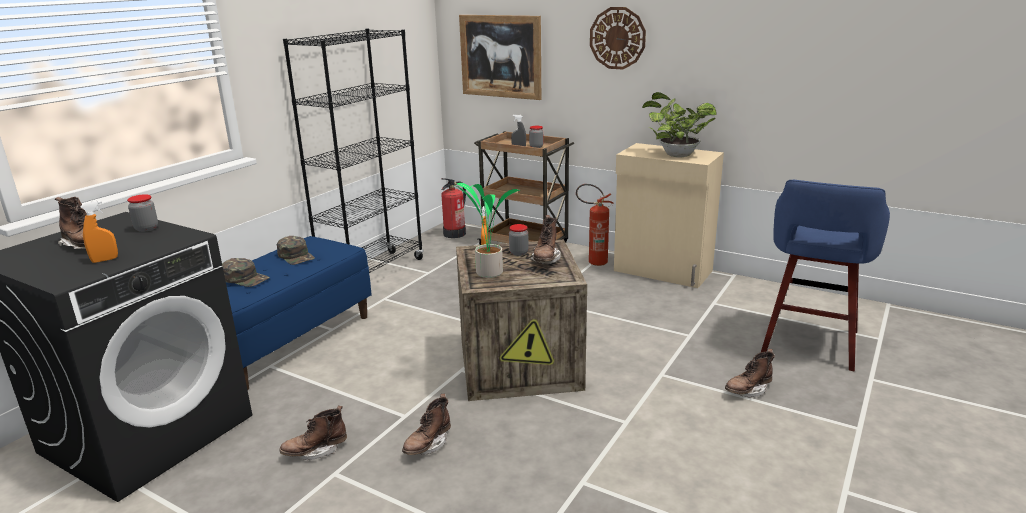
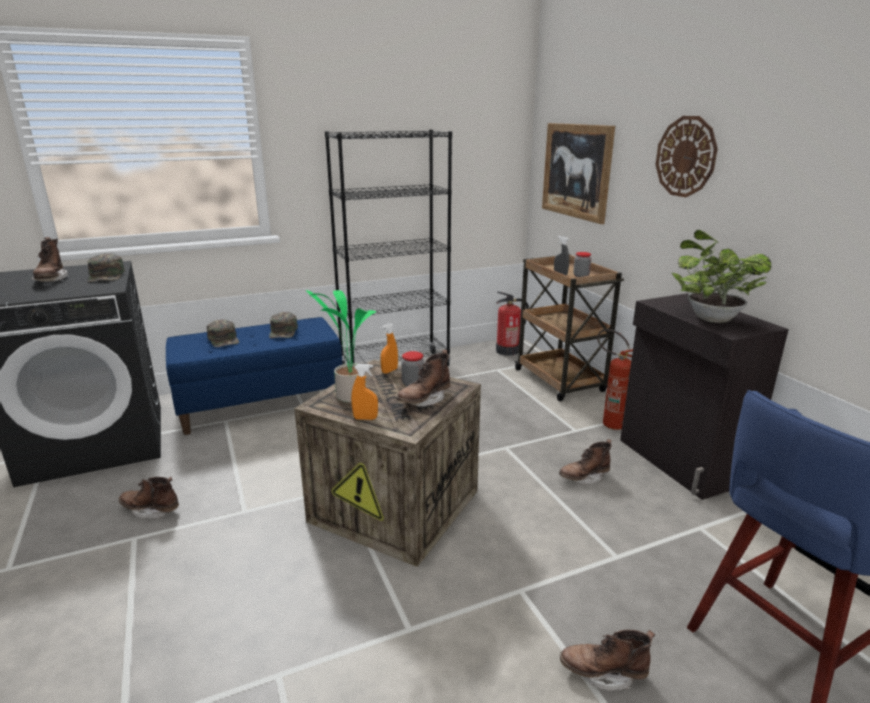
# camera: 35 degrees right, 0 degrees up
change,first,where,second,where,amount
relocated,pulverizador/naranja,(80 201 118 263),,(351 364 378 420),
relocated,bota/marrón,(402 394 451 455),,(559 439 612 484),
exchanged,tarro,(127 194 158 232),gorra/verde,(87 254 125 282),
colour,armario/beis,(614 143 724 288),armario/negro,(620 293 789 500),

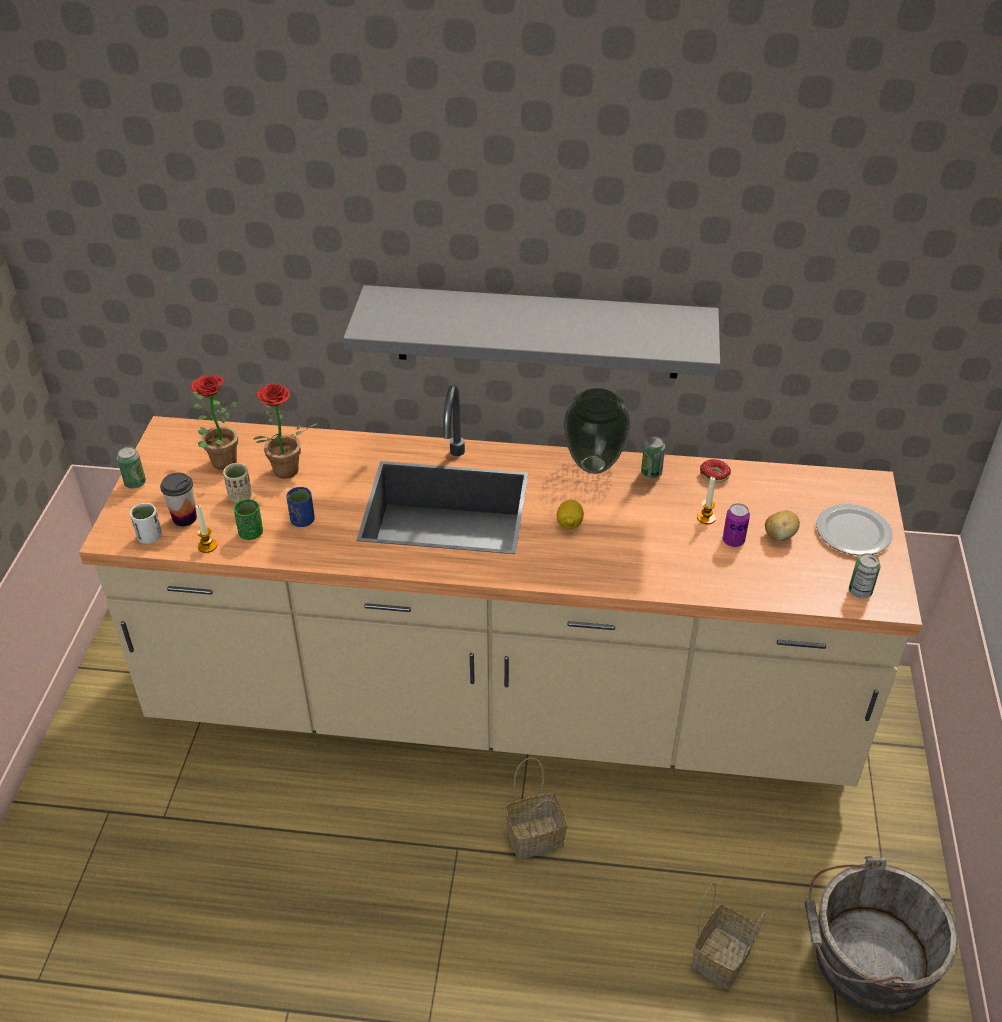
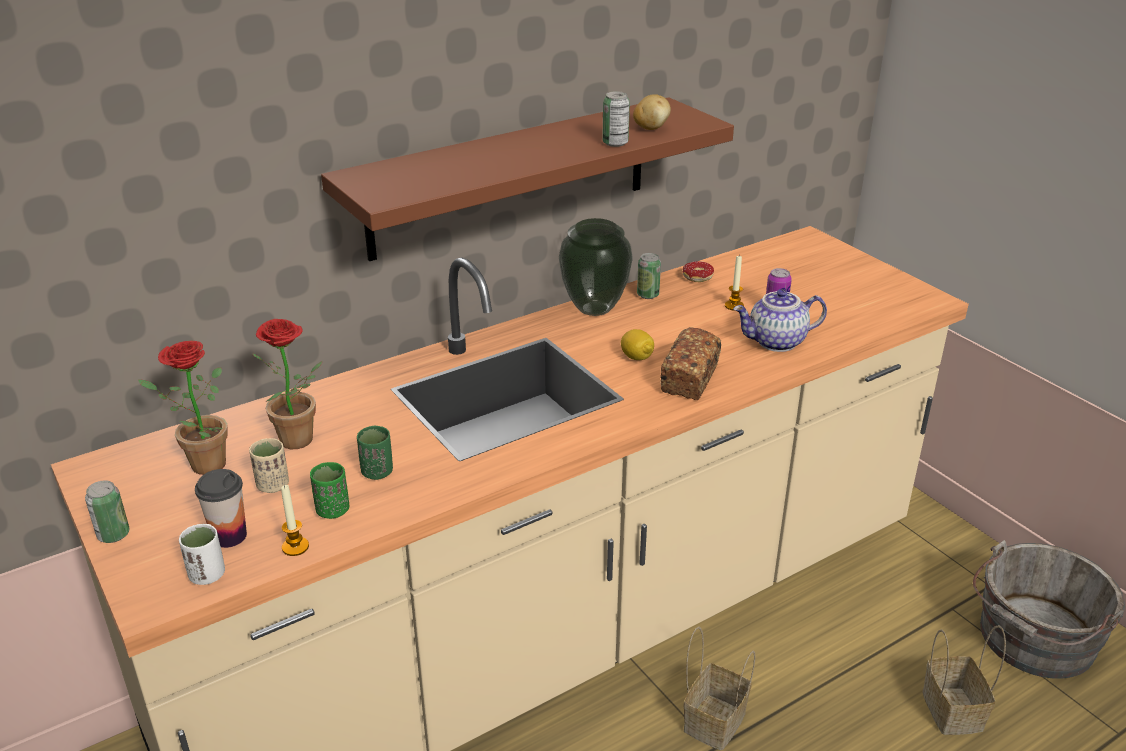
# camera: 40 degrees left, 10 degrees down
change,first,where,second,where,amount
missing,plato,(816 504 893 556),,,
appeared,,,pan,(660 327 721 400),
appeared,,,tetera,(733 289 827 352),
relocated,patata,(765 510 800 541),,(633 94 671 130),
relocated,lata,(849 553 880 598),,(602 91 630 147),
colour,taza/azul,(286 487 315 527),taza/verde,(357 425 393 480),
colour,estante/gris,(343 285 720 379),estante/marrón,(321 97 734 261),

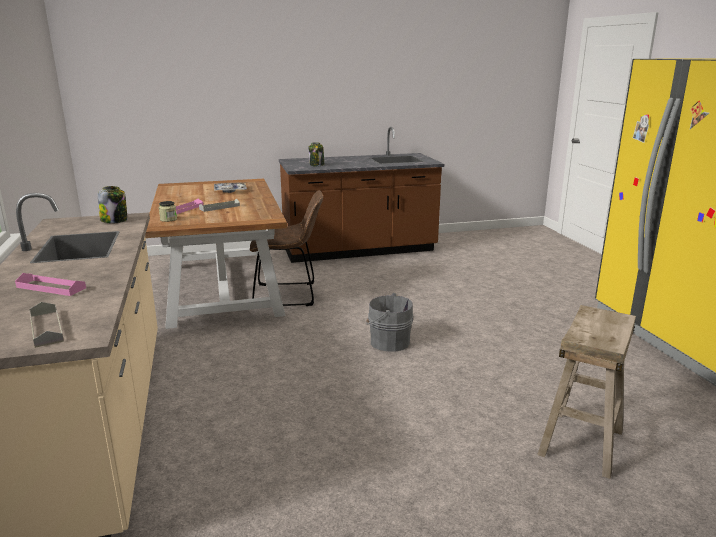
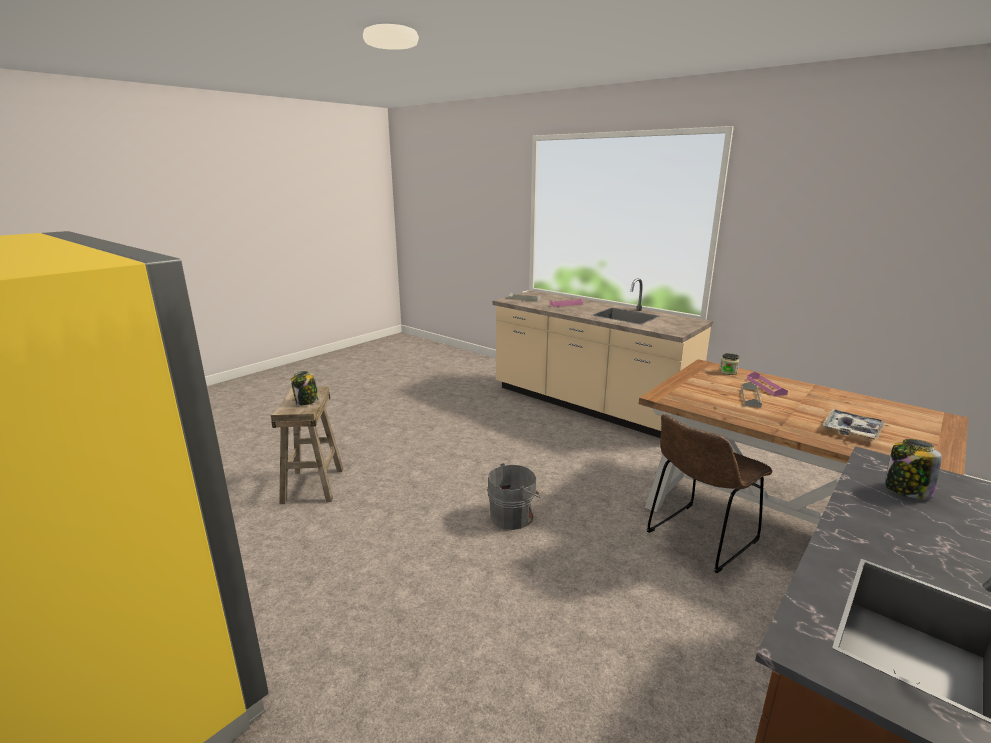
# camera: 145 degrees right, 0 degrees up
change,first,where,second,where,amount
relocated,tarro,(98 186 128 223),,(291 371 320 406),

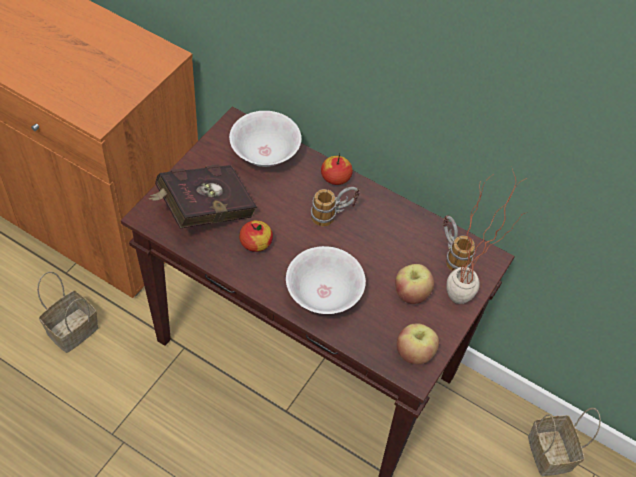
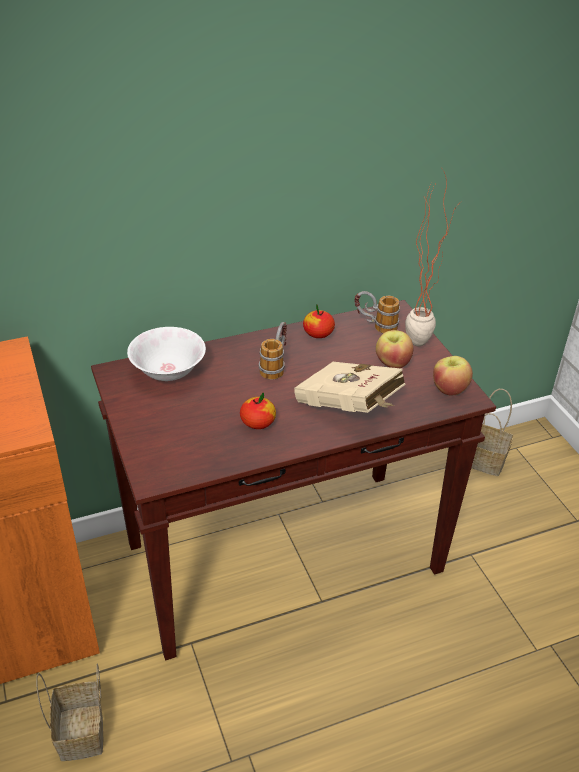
# camera: 50 degrees left, 15 degrees down
change,first,where,second,where,amount
missing,libro/rojo,(149 165 257 229),,,
relocated,manzana,(321 154 353 185),,(303 304 335 338),
exchanged,cuenco/blanco,(286 246 366 314),libro/beis,(294 362 406 413),

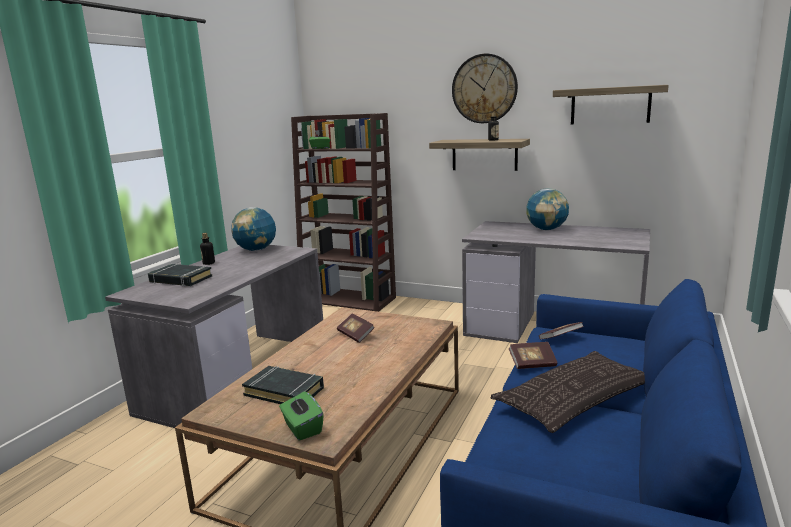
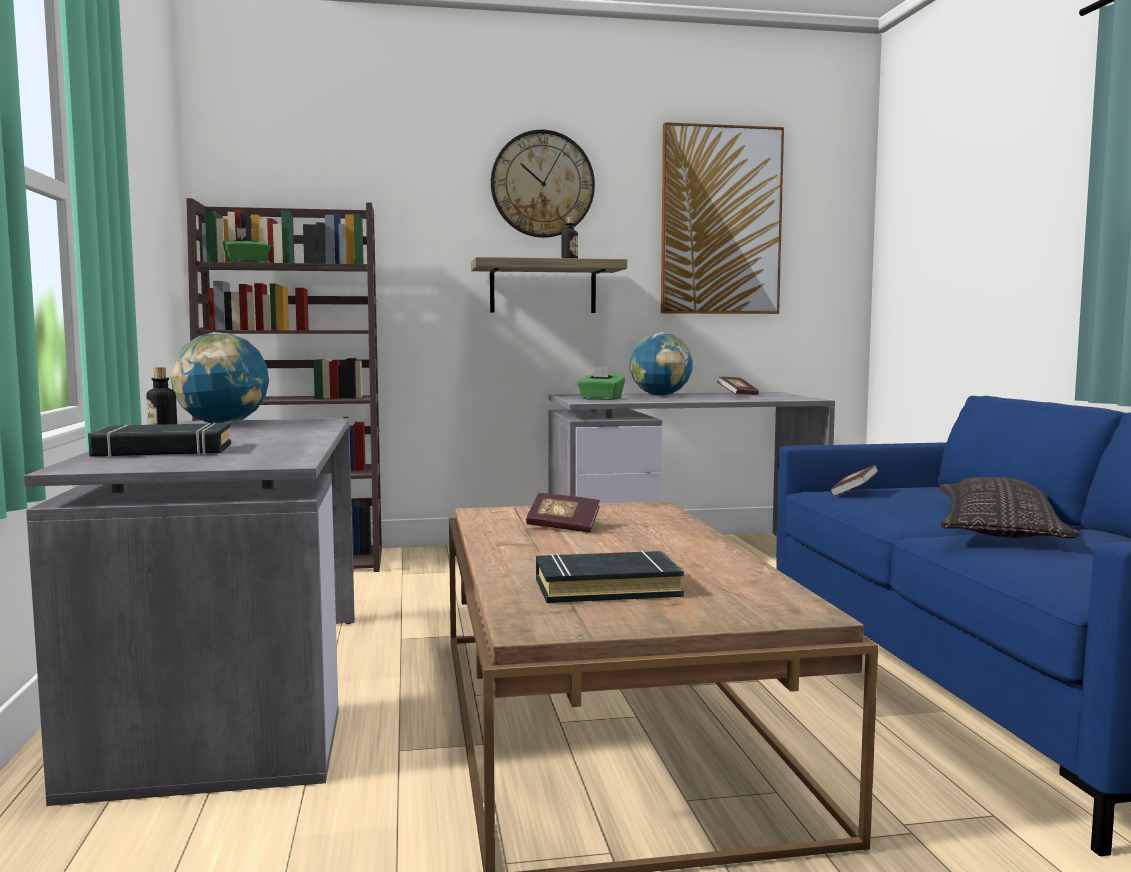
# camera: 35 degrees left, 10 degrees down
change,first,where,second,where,amount
relocated,caja de pañuelos/verde,(279 392 324 440),,(577 366 625 400),
relocated,libro,(509 342 558 369),,(717 377 759 395),
exchanged,estante,(553 85 669 124),cuadro,(661 122 784 314),

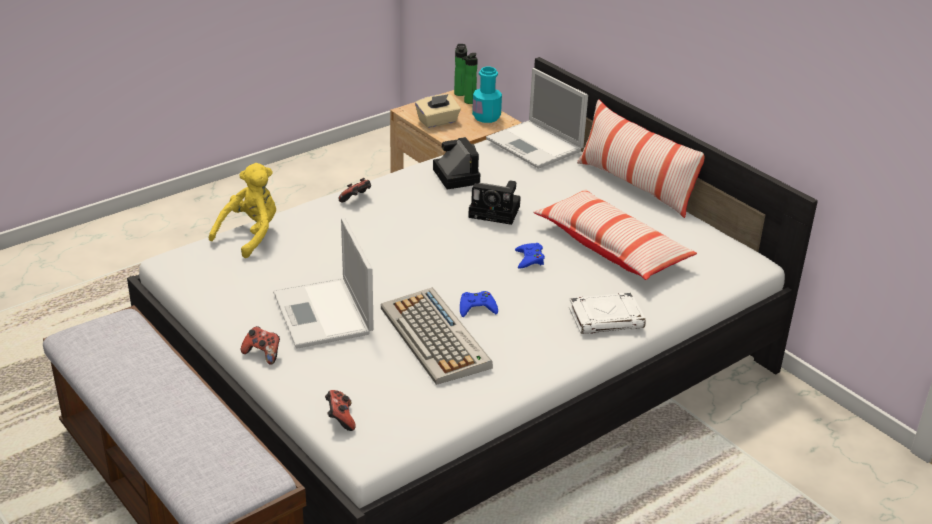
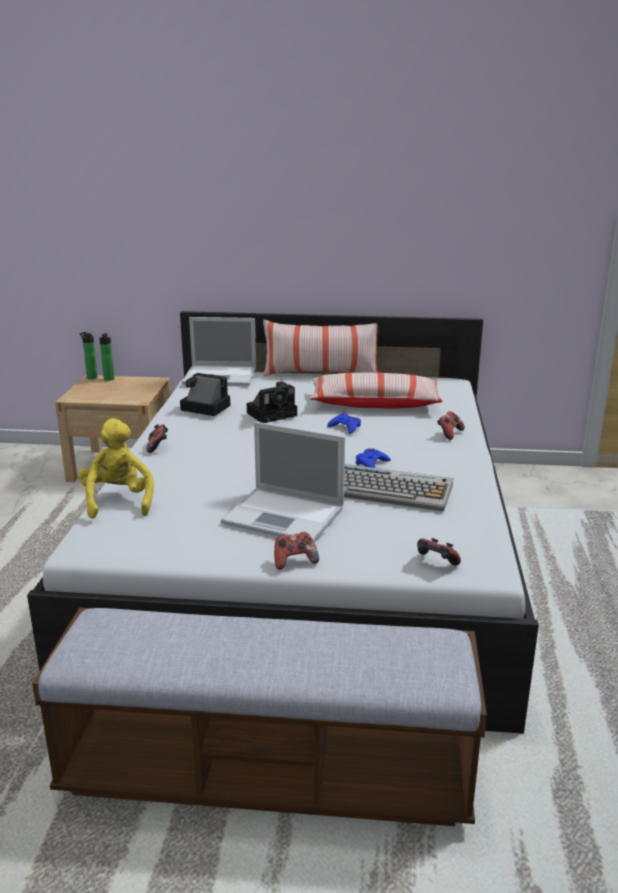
# camera: 45 degrees left, 10 degrees down
change,first,where,second,where,amount
missing,caja de pañuelos/beis,(415 94 461 128),,,
missing,botella/turquesa,(472 67 502 123),,,
exchanged,libro/blanco,(569 293 646 334),mando de consola,(437 411 465 440),

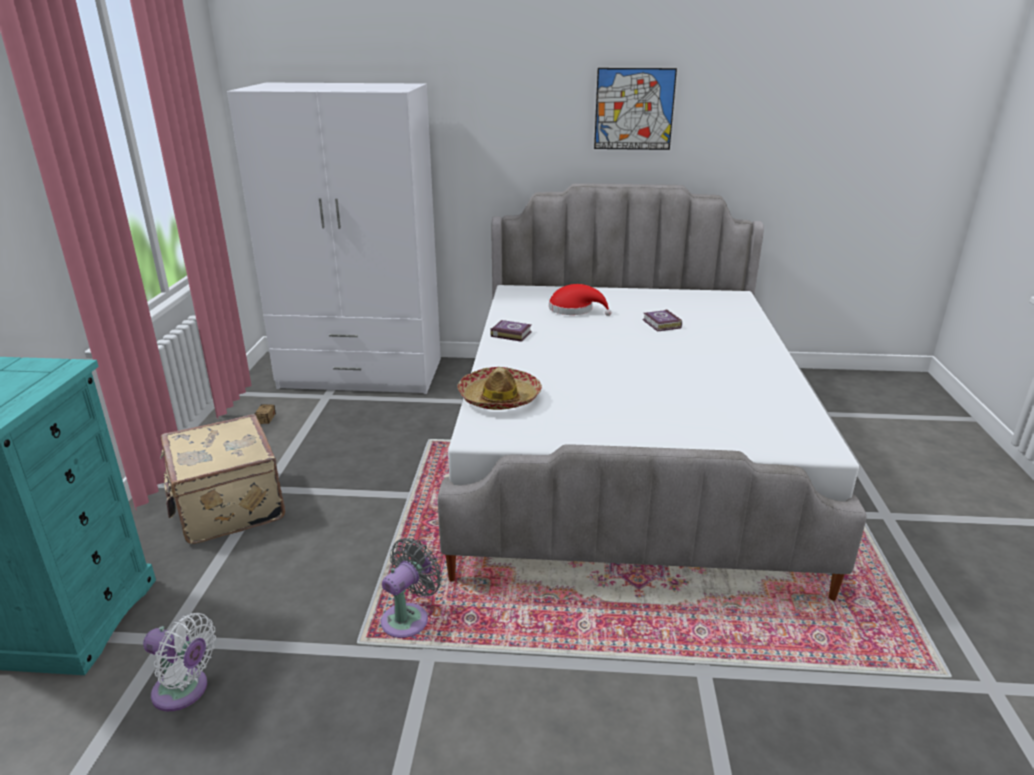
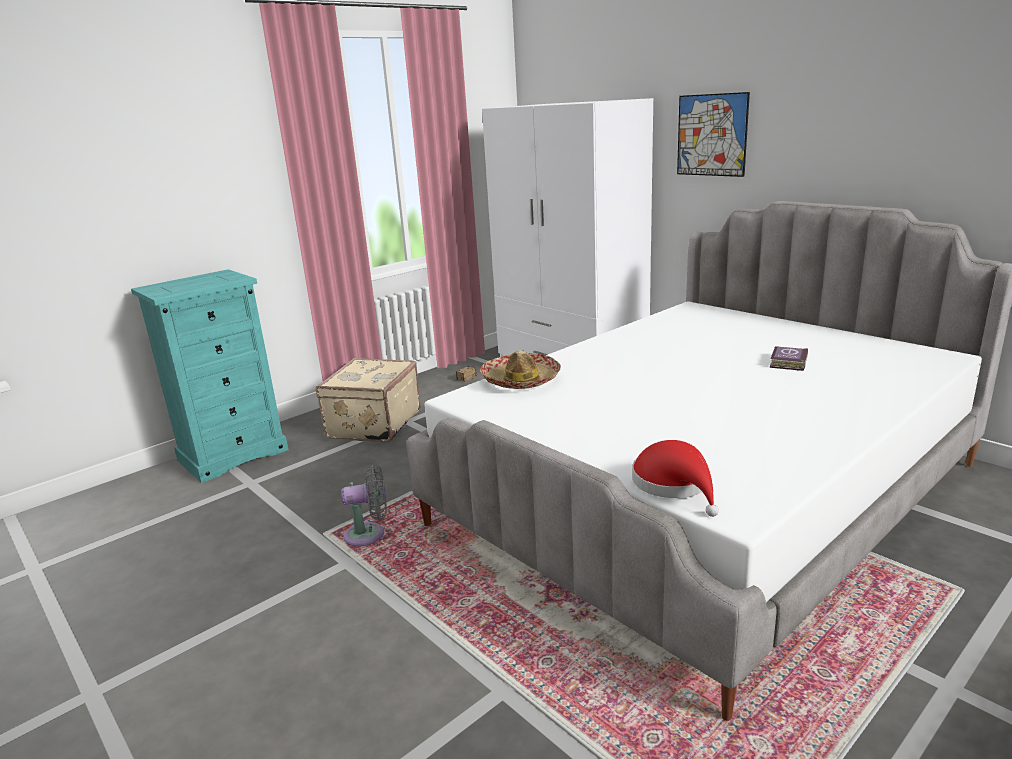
# camera: 45 degrees right, 5 degrees down
change,first,where,second,where,amount
missing,ventilador/blanco,(143 613 216 711),,,
missing,libro,(490 320 532 342),,,
relocated,sombrero/rojo,(549 284 612 316),,(632 440 719 517),
relocated,cuadro,(594 68 677 150),,(677 92 750 177),

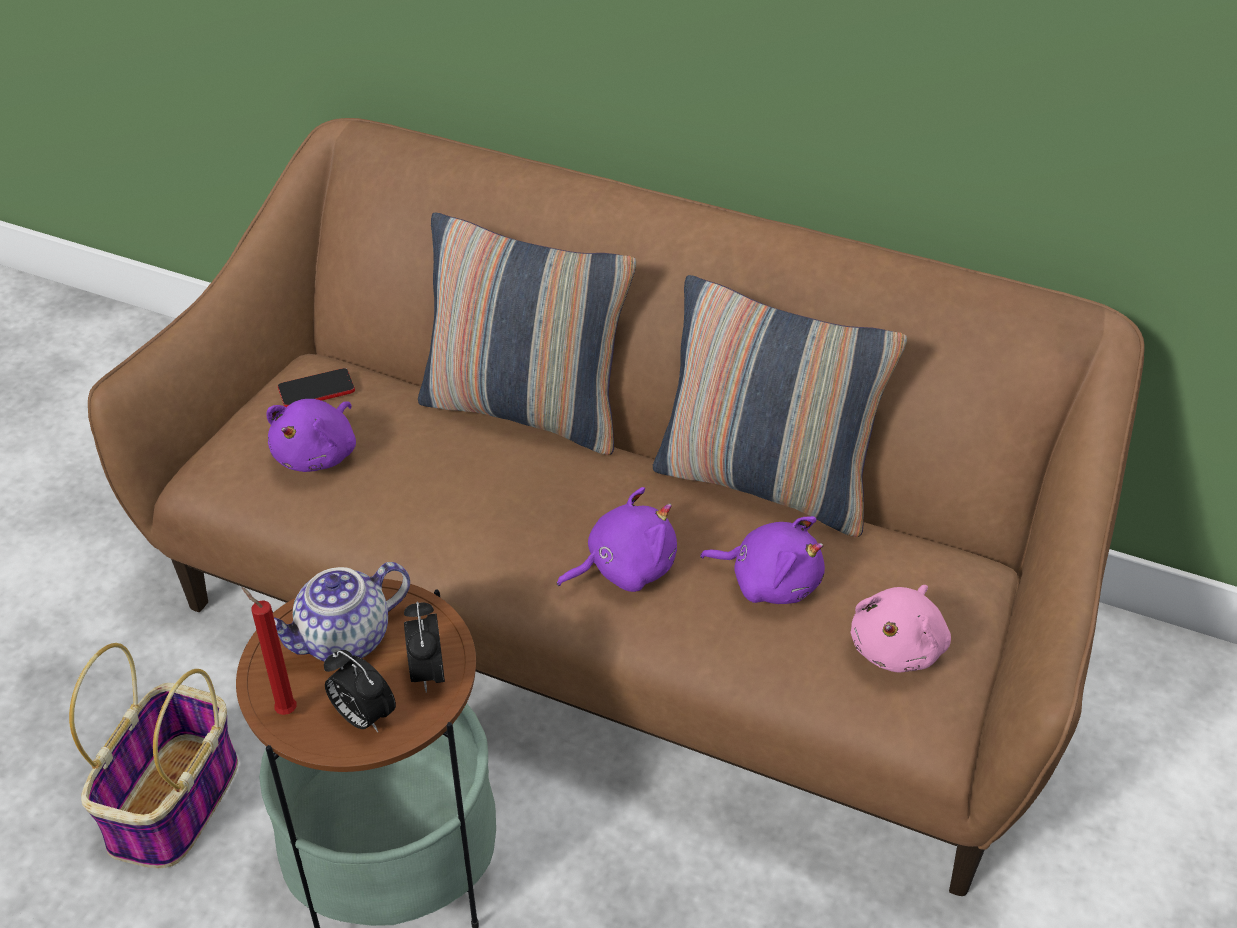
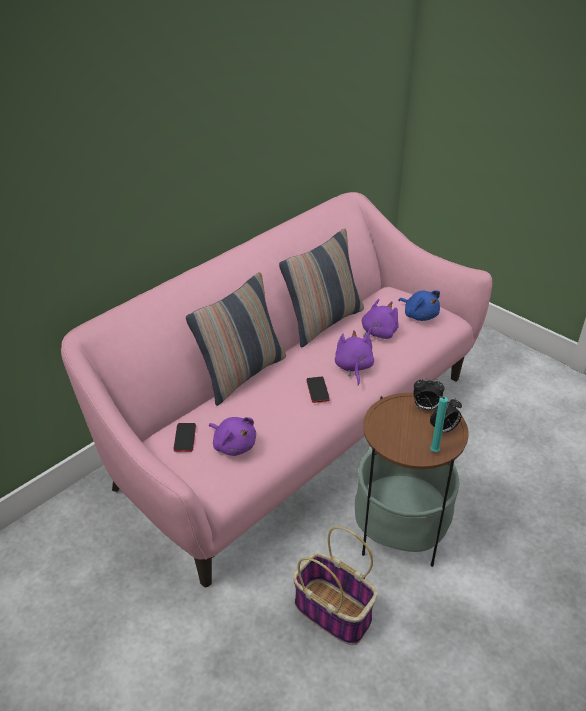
# camera: 70 degrees left, 5 degrees down
change,first,where,second,where,amount
missing,tetera,(274 562 410 662),,,
appeared,,,móvil,(307 377 330 403),
colour,sofá/marrón,(88 118 1145 896),sofá/rosa,(61 192 492 587),
colour,vela/rojo,(242 587 297 715),vela/turquesa,(430 396 448 452),
colour,peluche/rosa,(850 585 951 673),peluche/azul,(398 290 440 321),

